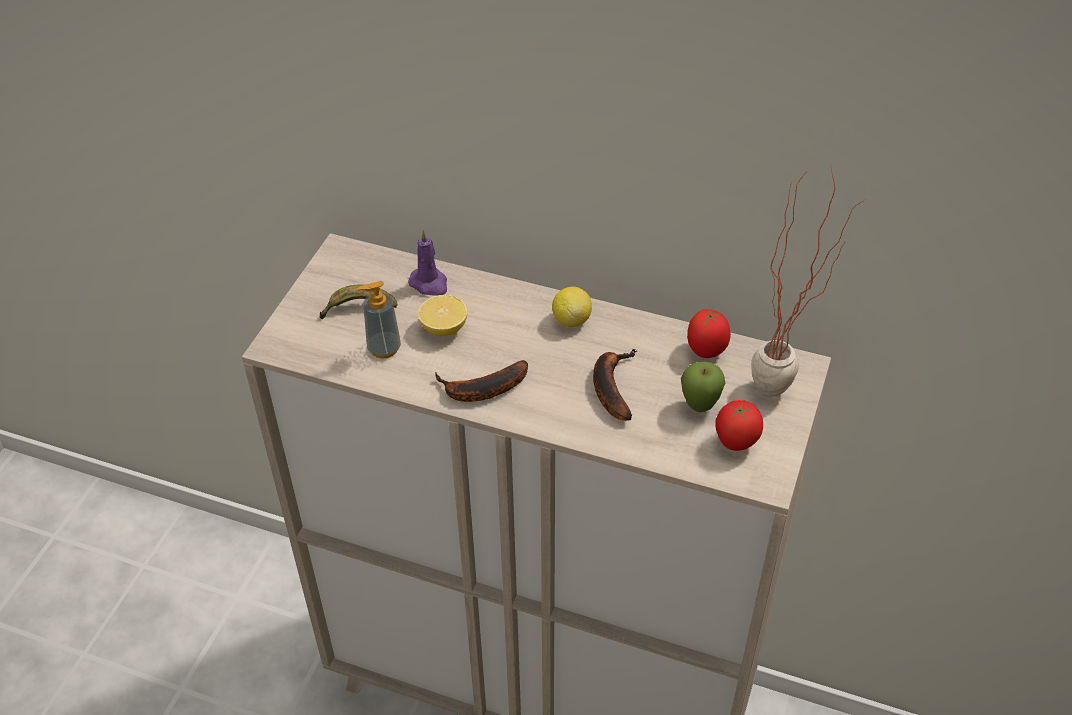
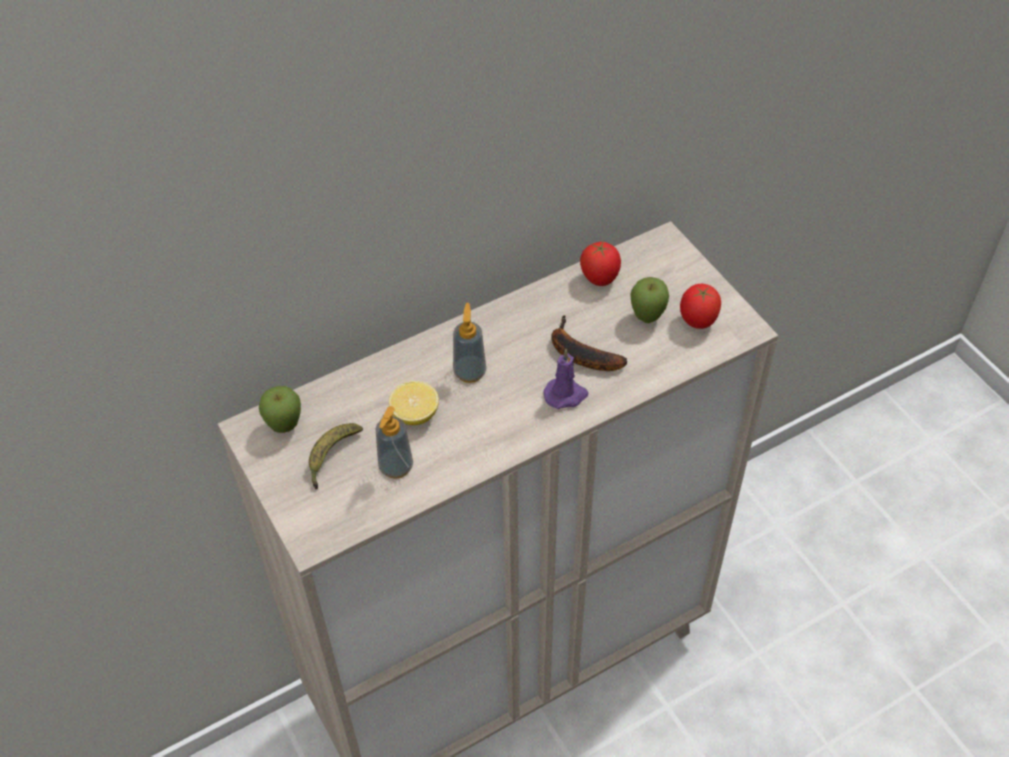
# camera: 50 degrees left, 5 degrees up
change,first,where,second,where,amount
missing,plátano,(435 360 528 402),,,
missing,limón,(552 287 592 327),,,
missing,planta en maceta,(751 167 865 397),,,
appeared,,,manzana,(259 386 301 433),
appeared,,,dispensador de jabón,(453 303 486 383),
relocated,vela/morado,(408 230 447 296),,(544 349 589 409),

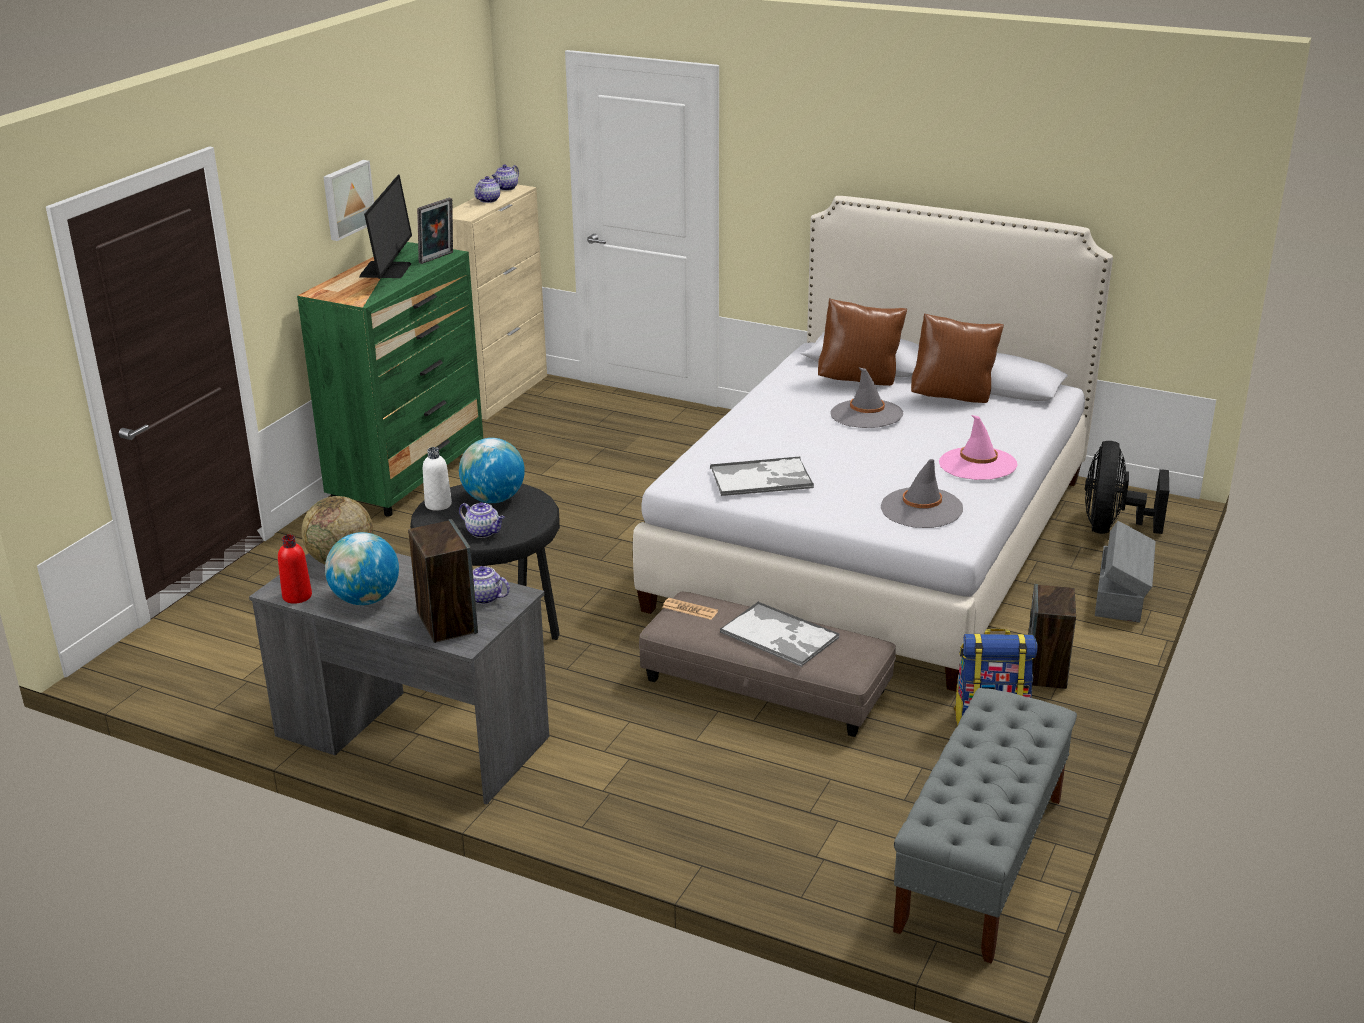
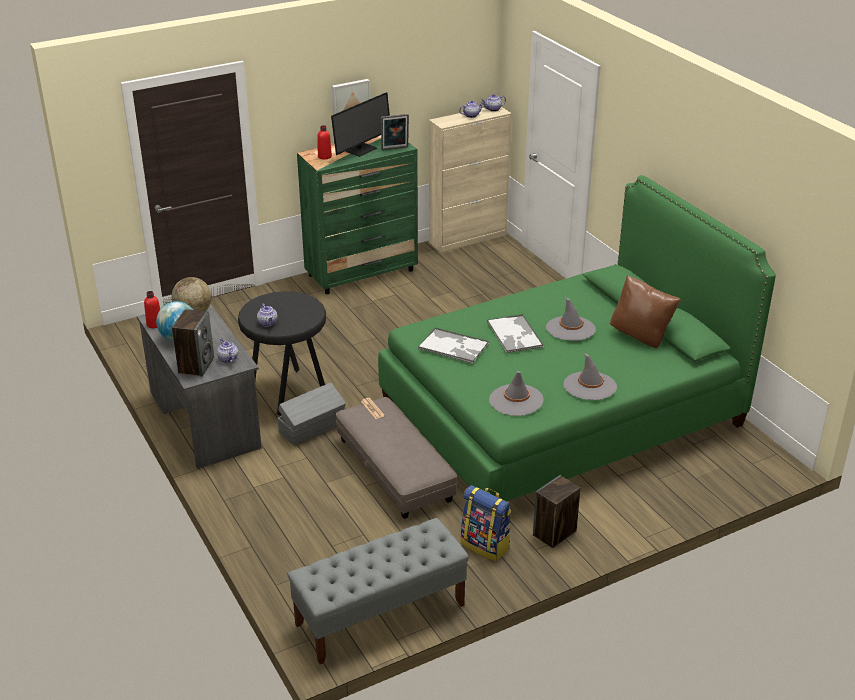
# camera: 35 degrees right, 5 degrees up
change,first,where,second,where,amount
missing,botella/blanco,(423 447 452 511),,,
missing,globo terráqueo,(459 438 525 503),,,
missing,cojín/marrón,(818 298 907 386),,,
missing,ventilador/negro,(1085 441 1169 534),,,
appeared,,,botella/rojo,(317 125 332 159),
relocated,bandeja,(720 601 840 667),,(487 314 543 353),
relocated,caja de almacenaje/gris,(1095 521 1156 623),,(278 383 346 446),
colour,cama/blanco,(633 196 1113 691),cama/verde,(378 175 776 502),
colour,sombrero/rosa,(939 415 1018 480),sombrero/gris,(563 353 617 400),

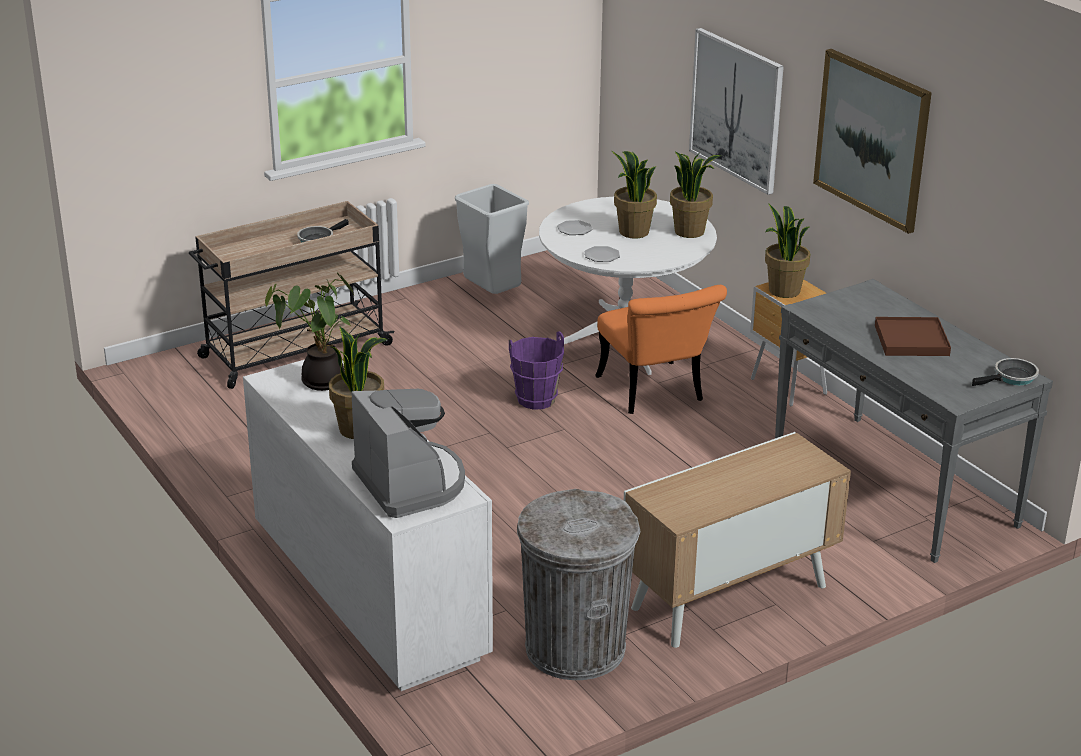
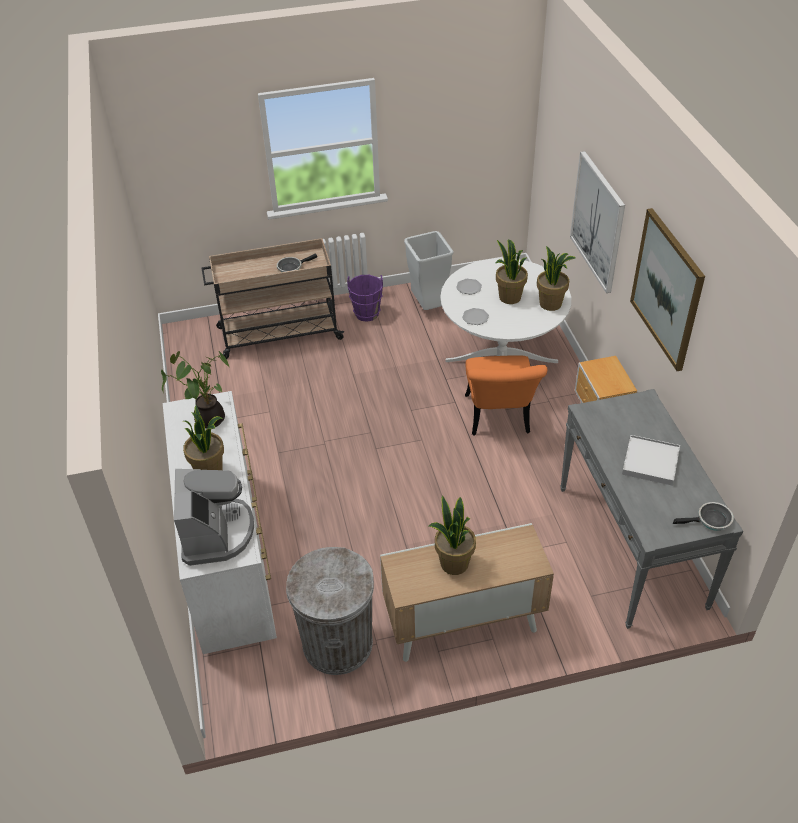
# camera: 20 degrees right, 15 degrees up
change,first,where,second,where,amount
relocated,cubo/morado,(509 331 564 410),,(347 275 383 322),
relocated,planta en maceta,(765 204 811 298),,(429 495 476 575),
colour,bandeja/marrón,(875 317 951 356),bandeja/blanco,(622 435 680 486),

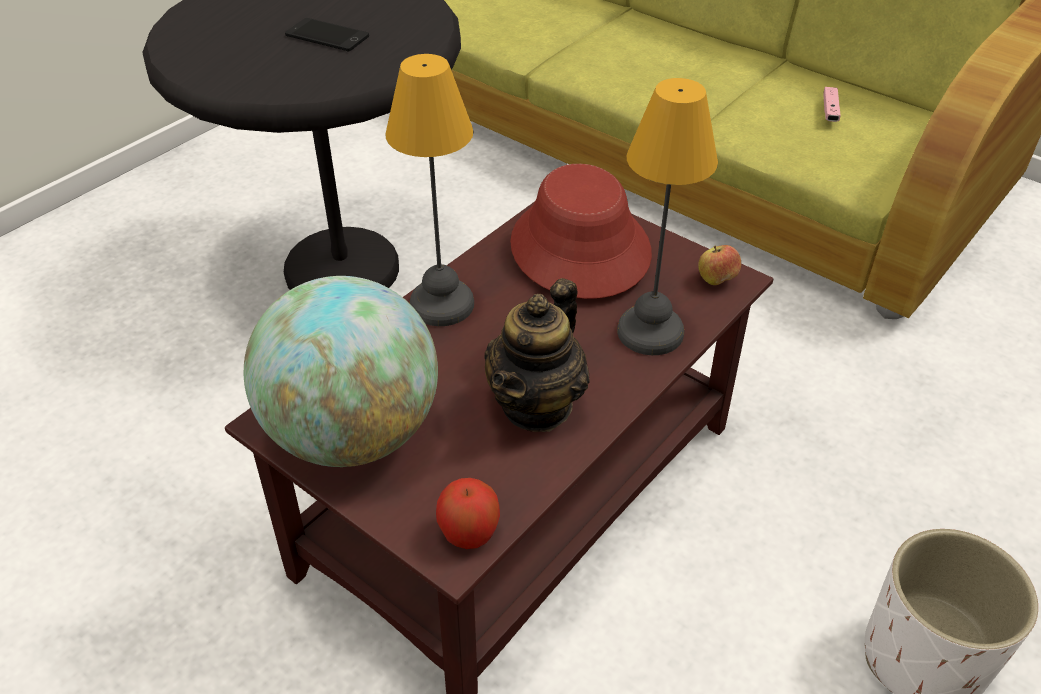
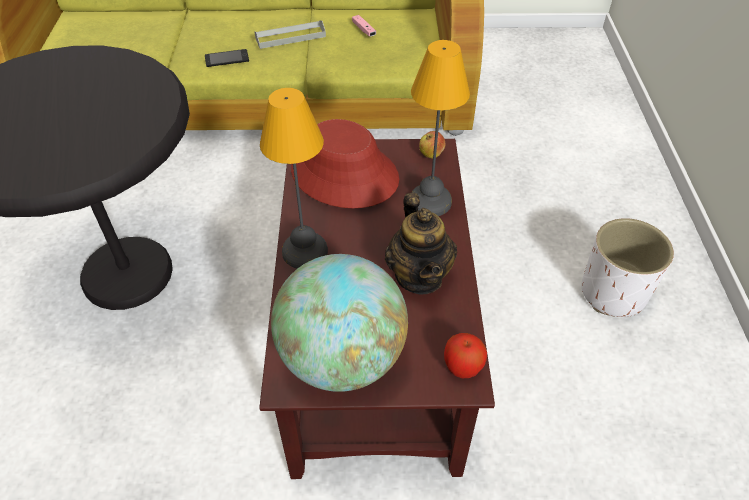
# camera: 40 degrees left, 5 degrees up
change,first,where,second,where,amount
appeared,,,bandeja/gris,(254 20 326 49),
relocated,móvil,(285 18 369 51),,(205 49 249 67),

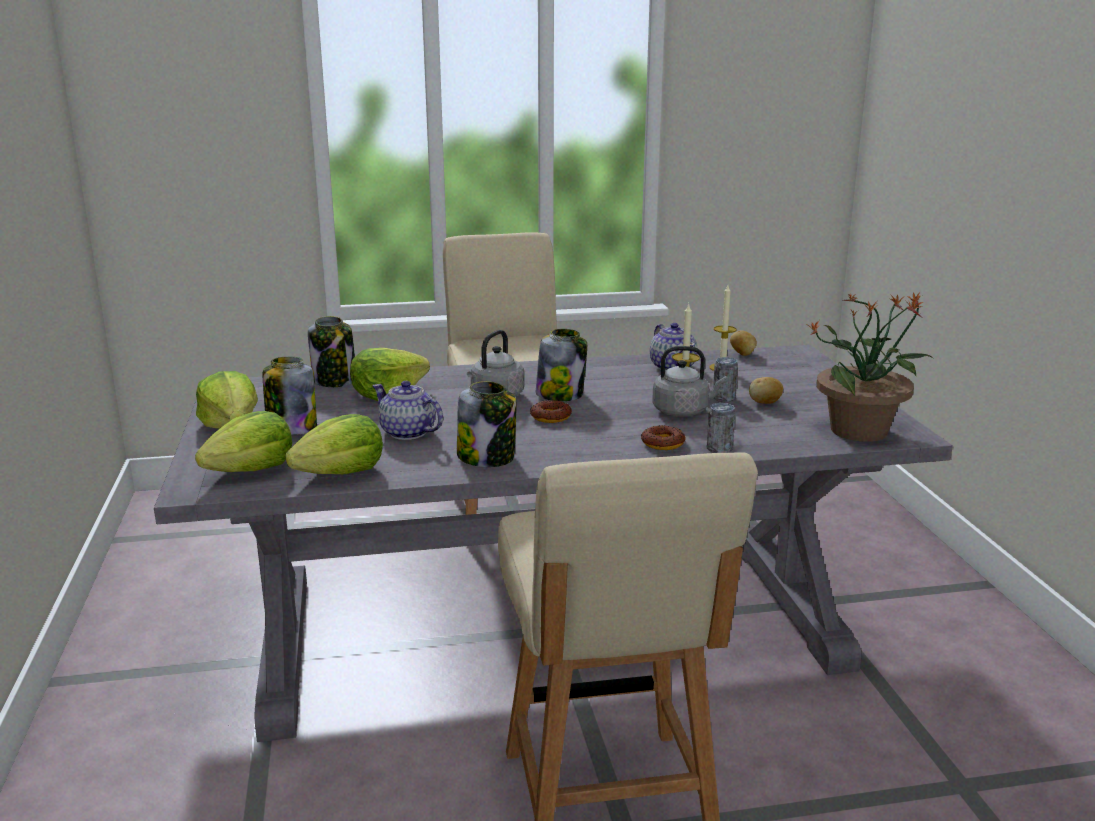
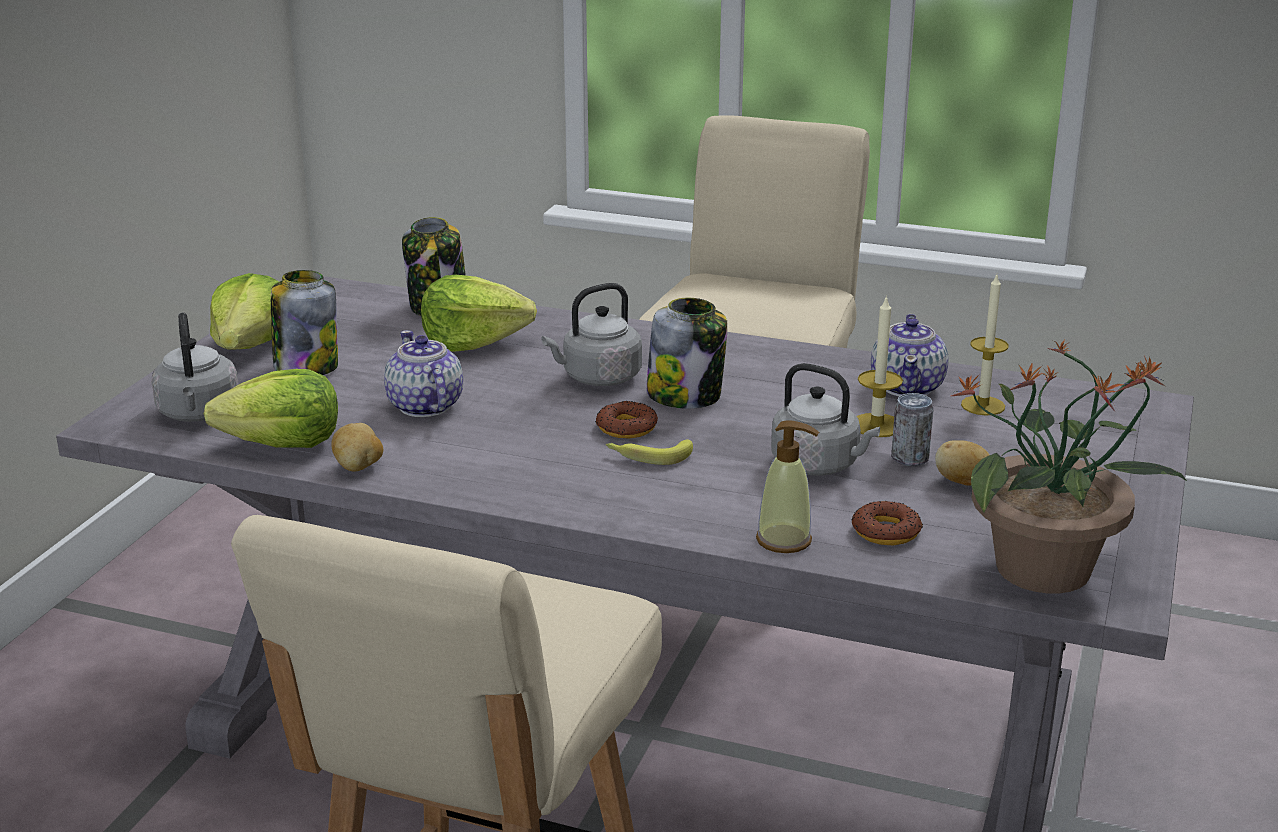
# camera: 30 degrees right, 5 degrees up
change,first,where,second,where,amount
missing,tarro,(457 381 516 467),,,
appeared,,,plátano,(606 439 693 465),
relocated,rosquilla,(641 425 686 450),,(852 501 923 545),
relocated,patata,(730 330 757 356),,(331 423 383 471),
exchanged,lechuga,(195 411 292 472),hervidor/gris,(151 312 238 422),
exchanged,lata,(707 403 735 453),dispensador de jabón,(756 420 819 553),

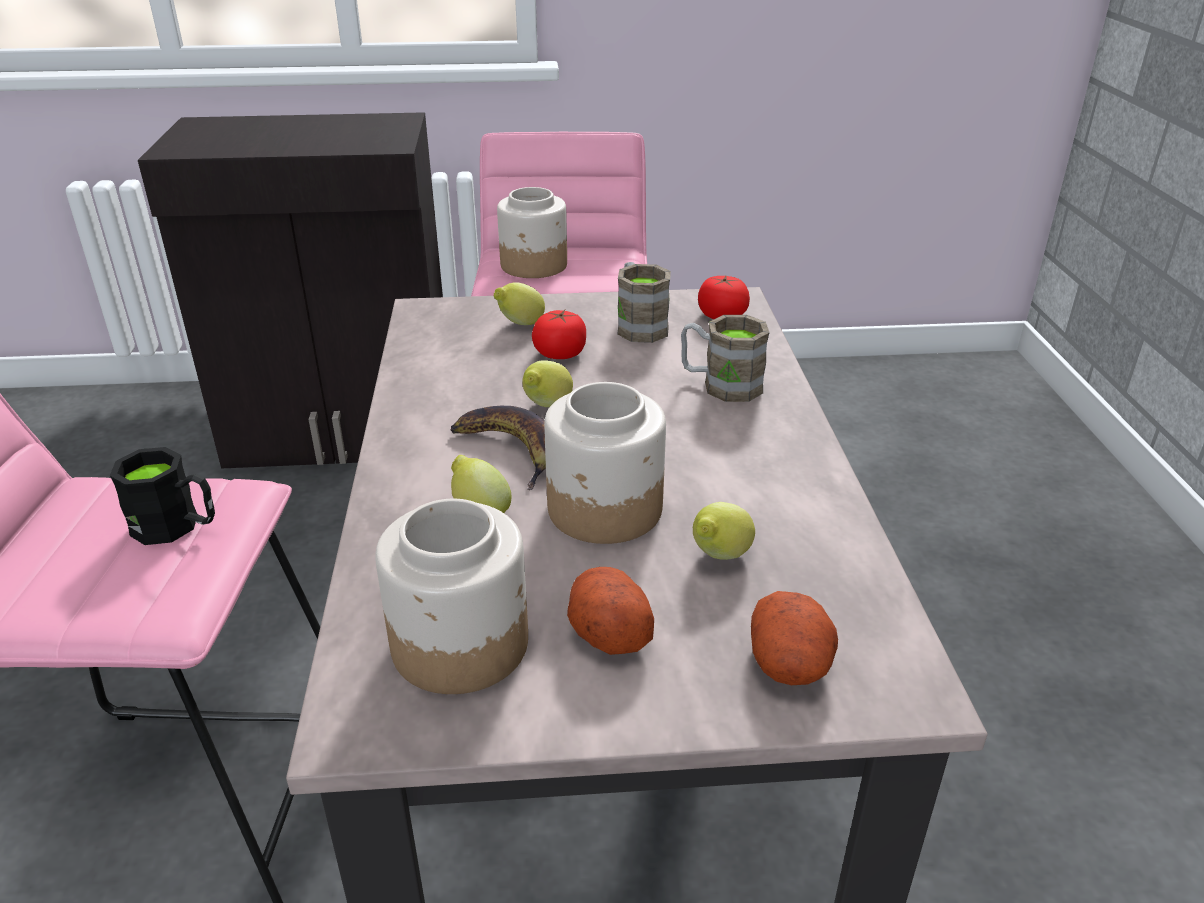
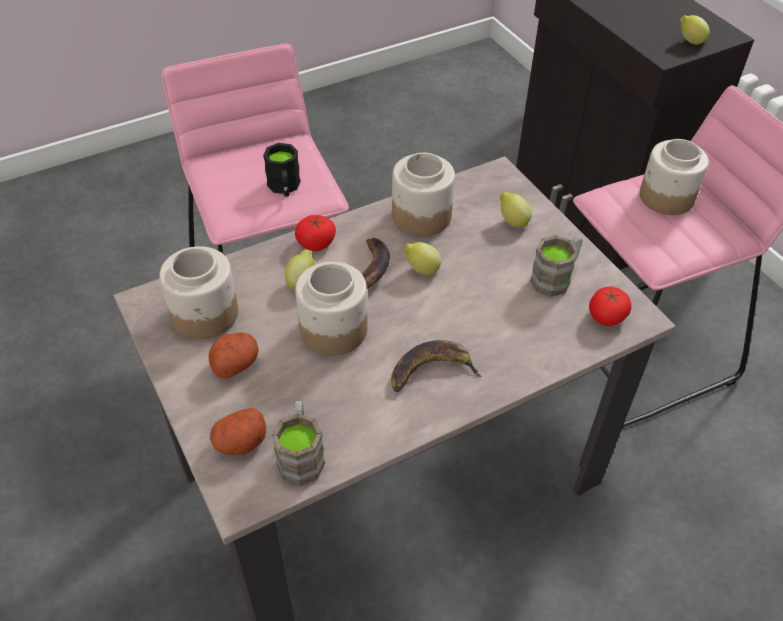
# camera: 65 degrees right, 15 degrees up
change,first,where,second,where,amount
appeared,,,plátano,(391 340 482 392),
appeared,,,tarro,(392 153 455 236),
relocated,tomate,(532 309 586 359),,(295 215 336 251),
relocated,taza grande/marrón,(681 315 770 402),,(272 401 325 486),
relocated,limón,(693 502 755 560),,(680 15 709 45),

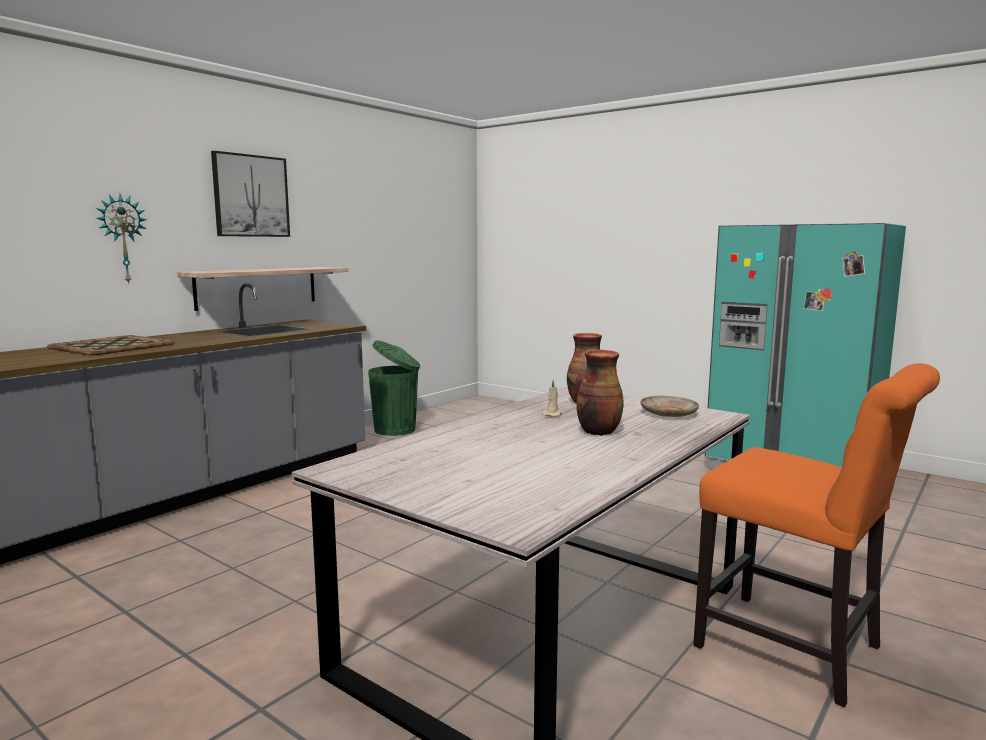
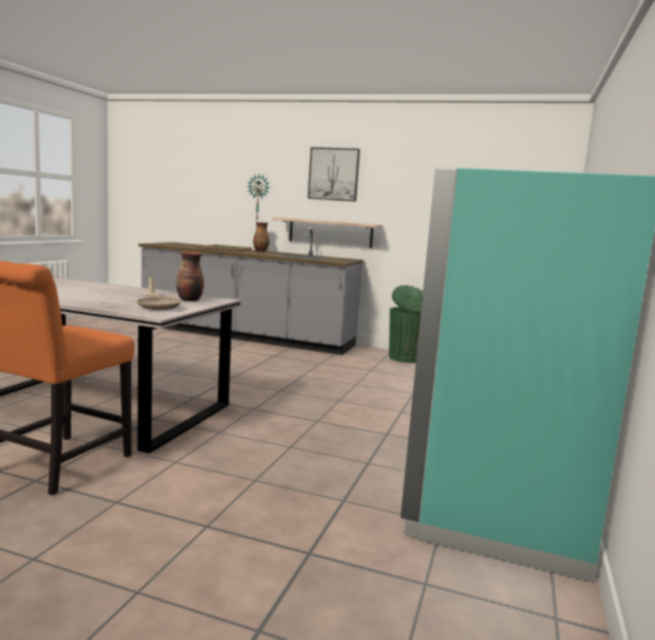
# camera: 70 degrees right, 0 degrees up
change,first,where,second,where,amount
relocated,florero,(576 350 623 436),,(253 222 270 251),

